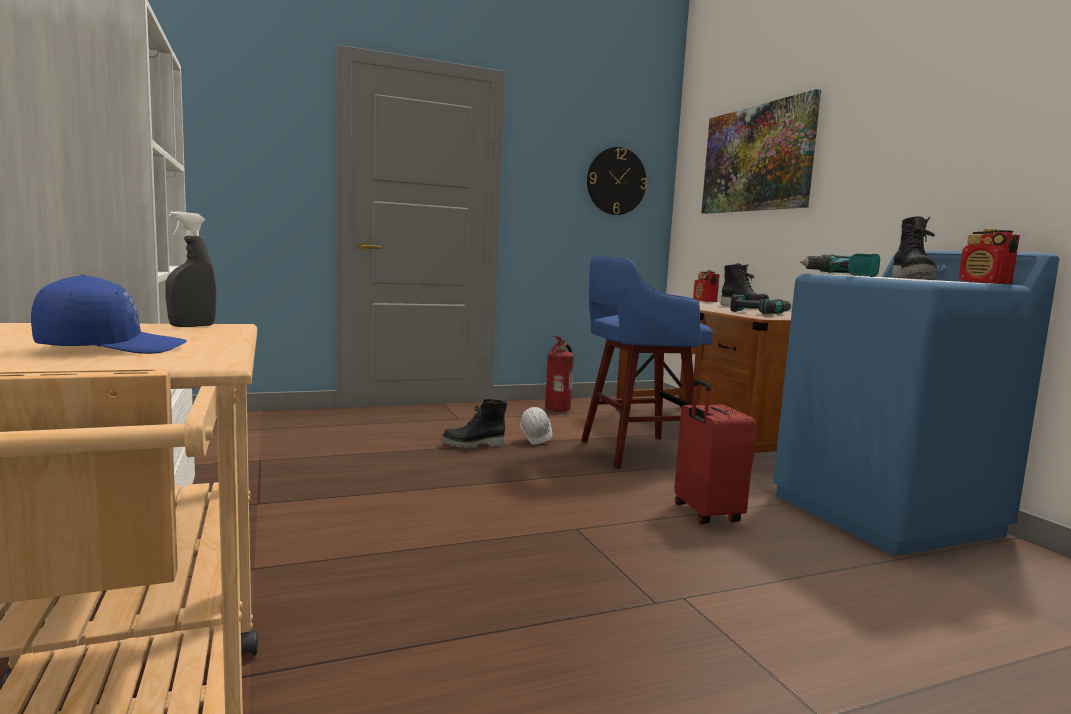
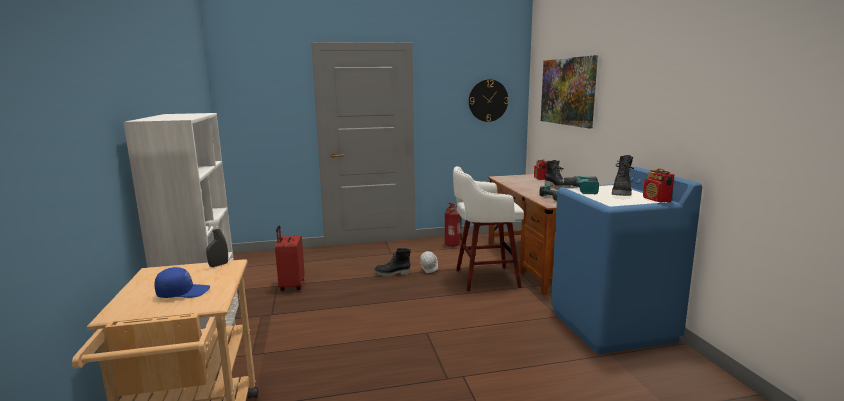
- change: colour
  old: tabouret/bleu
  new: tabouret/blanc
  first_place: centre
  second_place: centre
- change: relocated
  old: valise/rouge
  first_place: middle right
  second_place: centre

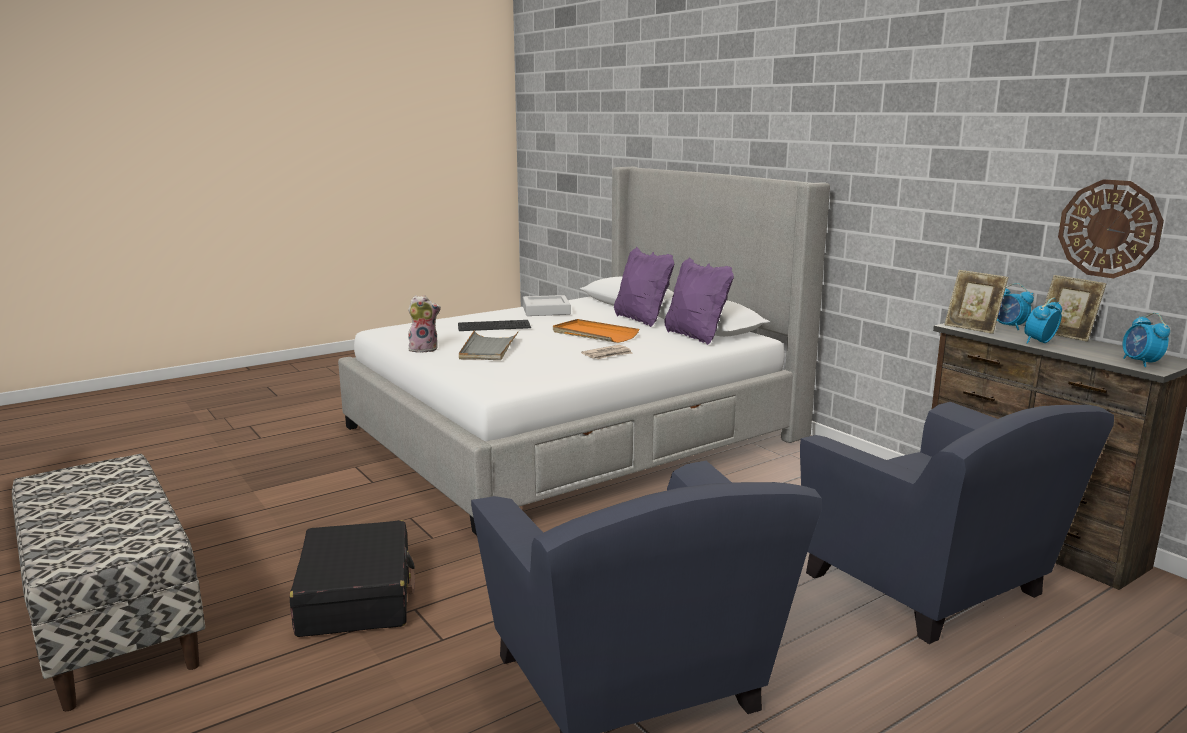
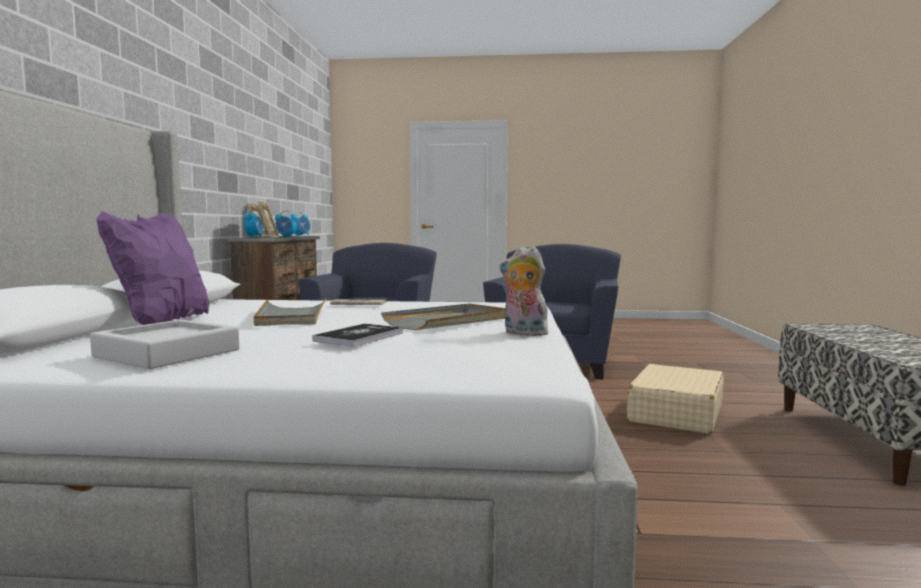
- change: colour
  old: valise/noir
  new: valise/beige
  first_place: bottom left
  second_place: bottom right
- change: exchanged
  old: clavier
  new: livre
  first_place: centre
  second_place: centre
- change: colour
  old: plateau/orange
  new: plateau/gris (no. 2 from left)
  first_place: centre
  second_place: middle left
- change: missing
  old: coussin/violet (no. 2 from left)
  first_place: centre
- change: missing
  old: horloge murale
  first_place: top right

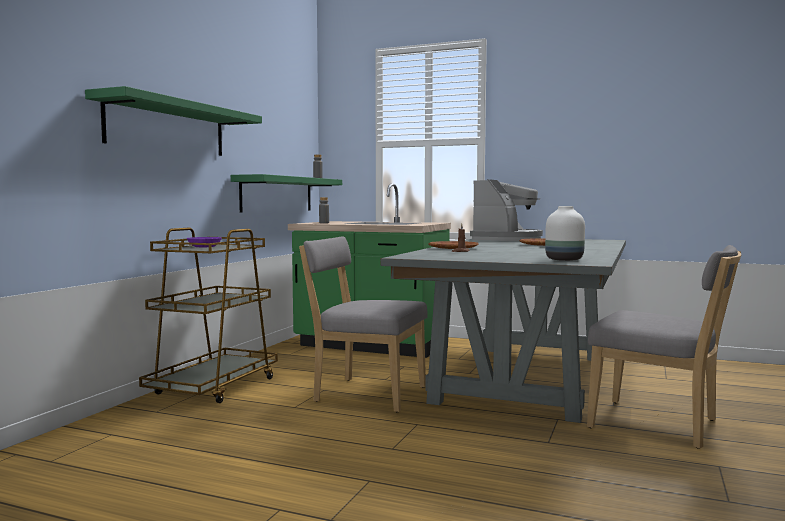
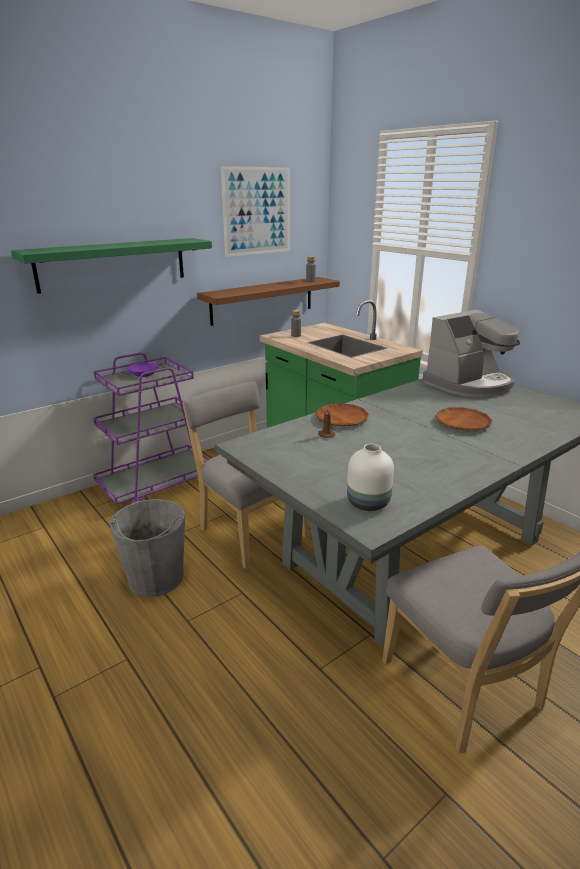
- change: colour
  old: chariot/marron
  new: chariot/violet
  first_place: middle left
  second_place: middle left
- change: colour
  old: étagère/vert (no. 2 from left)
  new: étagère/marron
  first_place: centre
  second_place: centre
- change: appeared
  new: seau/gris
  second_place: middle left
- change: appeared
  new: tableau
  second_place: top centre

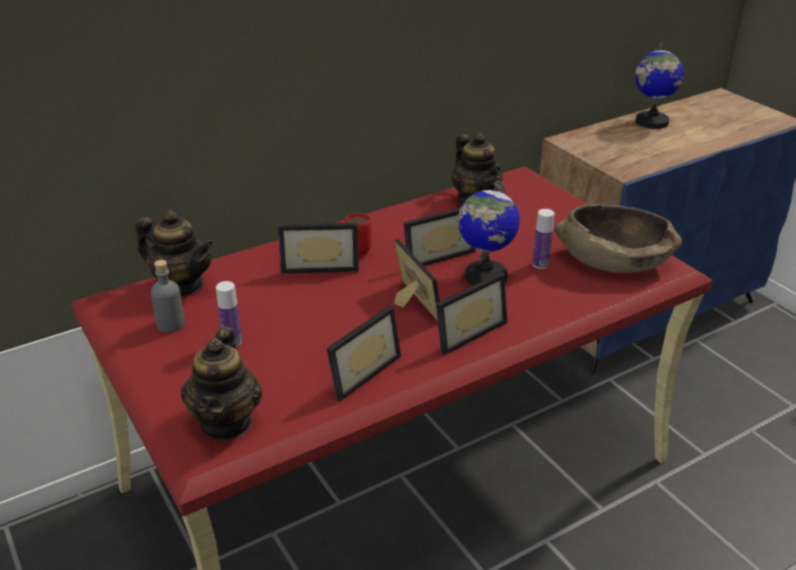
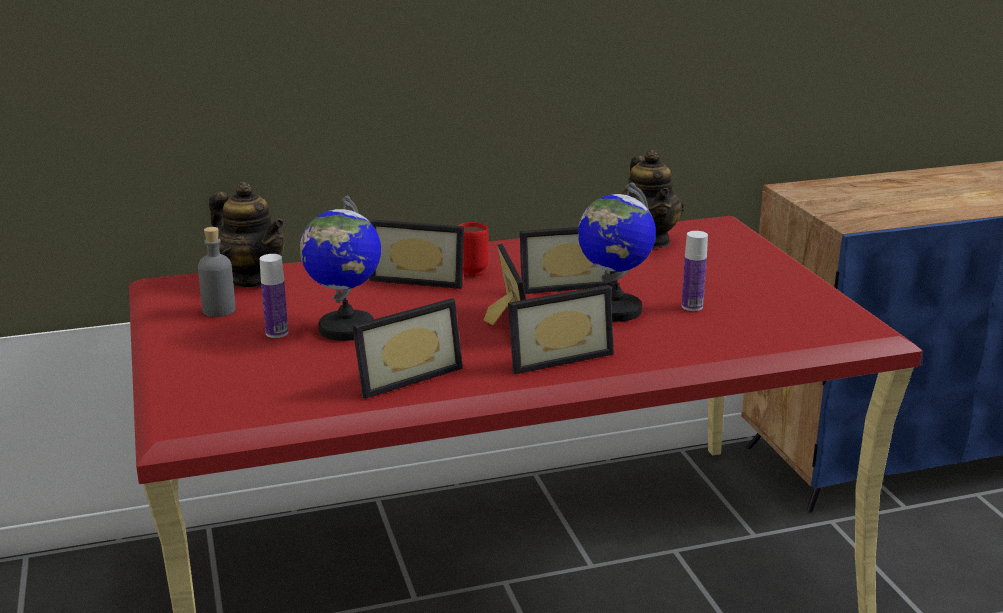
- change: missing
  old: théière (no. 2 from left)
  first_place: bottom left
- change: missing
  old: bol/marron
  first_place: middle right
- change: relocated
  old: globe (no. 2 from left in the first image)
  new: globe (no. 1 from left)
  first_place: top right
  second_place: centre

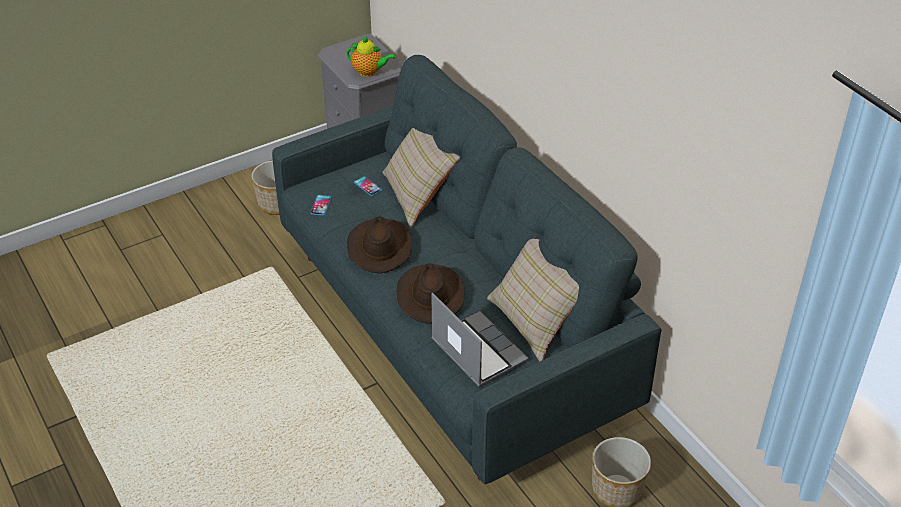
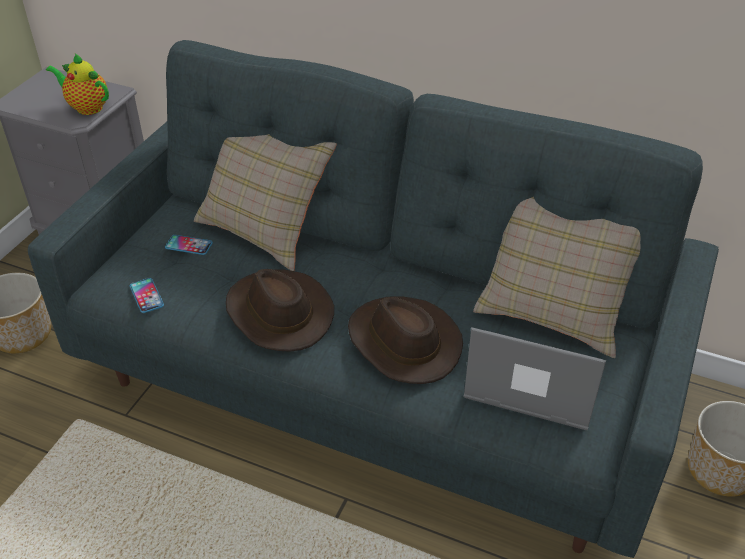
- change: spun
  old: théière
  first_place: top centre
  second_place: top left
  degrees: -135

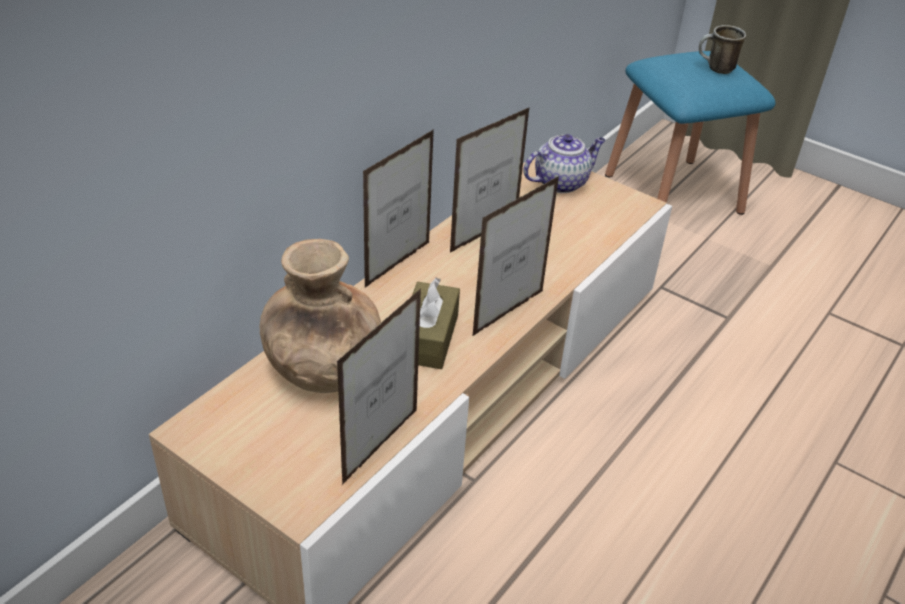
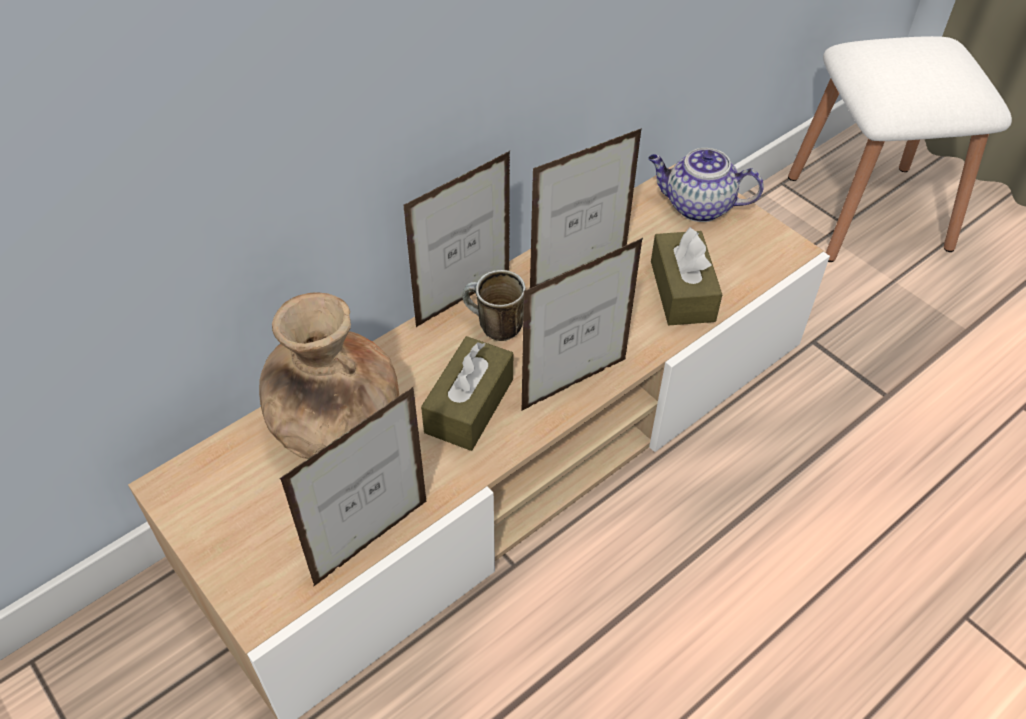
- change: spun
  old: théière
  first_place: top centre
  second_place: top right
  degrees: -150
- change: colour
  old: tabouret/bleu
  new: tabouret/blanc
  first_place: top right
  second_place: top right
- change: relocated
  old: mug
  first_place: top right
  second_place: centre
- change: appeared
  new: boîte à mouchoirs/marron (no. 2 from left)
  second_place: middle right

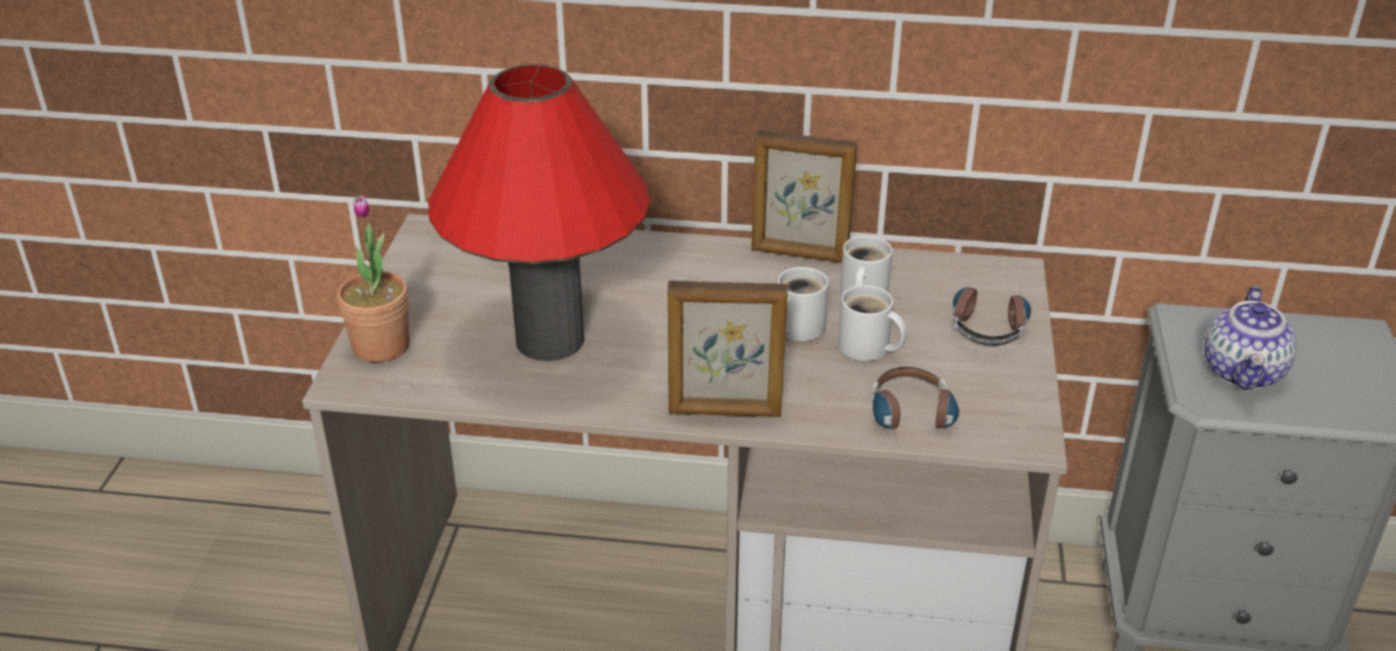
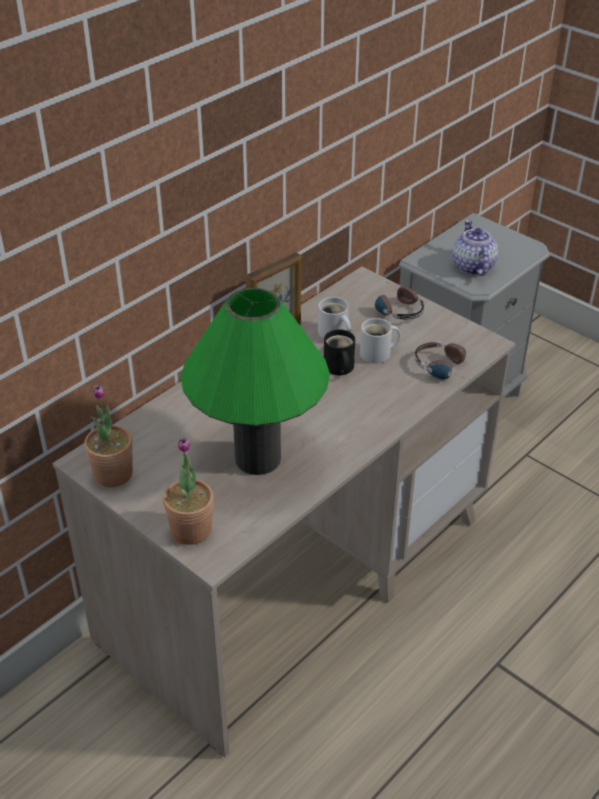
- change: colour
  old: lampe de table/rouge
  new: lampe de table/vert
  first_place: top centre
  second_place: centre
- change: missing
  old: cadre photo (no. 1 from left)
  first_place: centre
- change: colour
  old: mug/blanc (no. 1 from left)
  new: mug/noir
  first_place: centre
  second_place: centre
- change: spun
  old: théière
  first_place: middle right
  second_place: top right
  degrees: -150
- change: appeared
  new: plante en pot (no. 1 from left)
  second_place: middle left

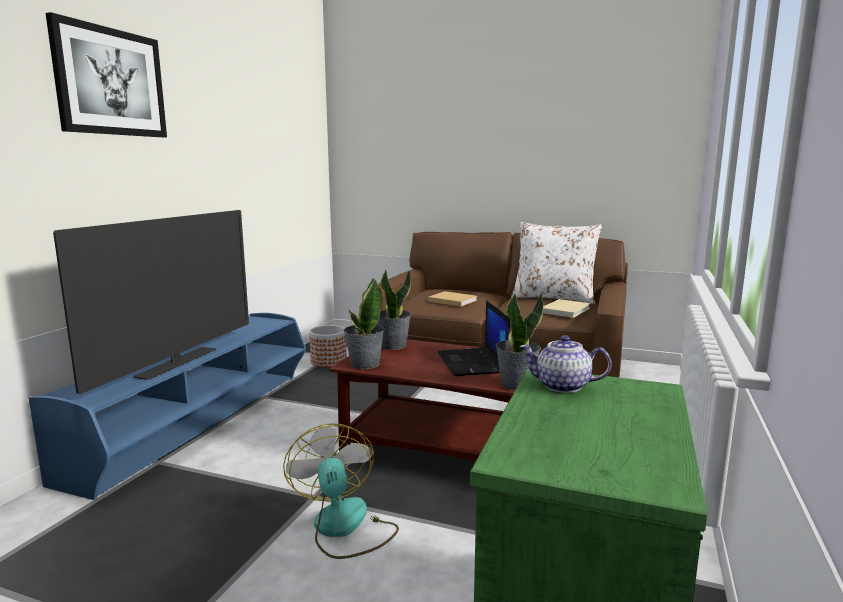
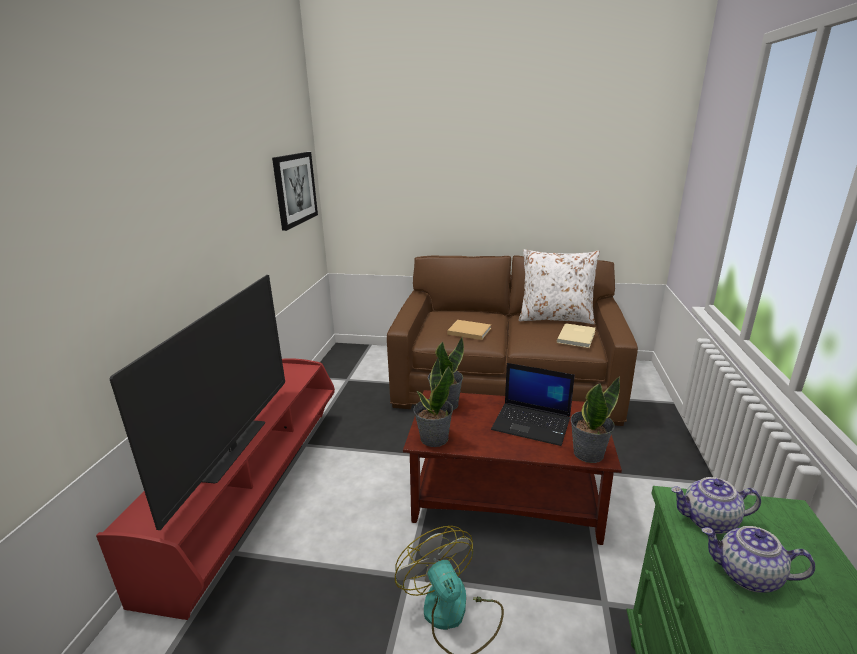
- change: colour
  old: meuble télé/bleu
  new: meuble télé/rouge
  first_place: bottom left
  second_place: bottom left
- change: relocated
  old: tableau
  first_place: top left
  second_place: top centre
- change: missing
  old: cache-pot
  first_place: centre
- change: spun
  old: ordinateur portable
  first_place: centre
  second_place: centre
  degrees: -45
- change: appeared
  new: théière (no. 2 from left)
  second_place: bottom right

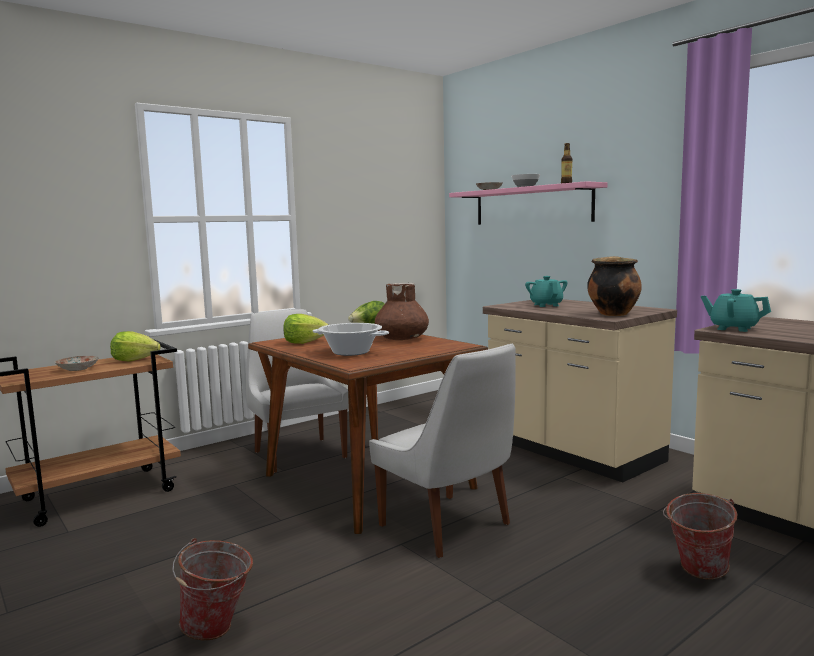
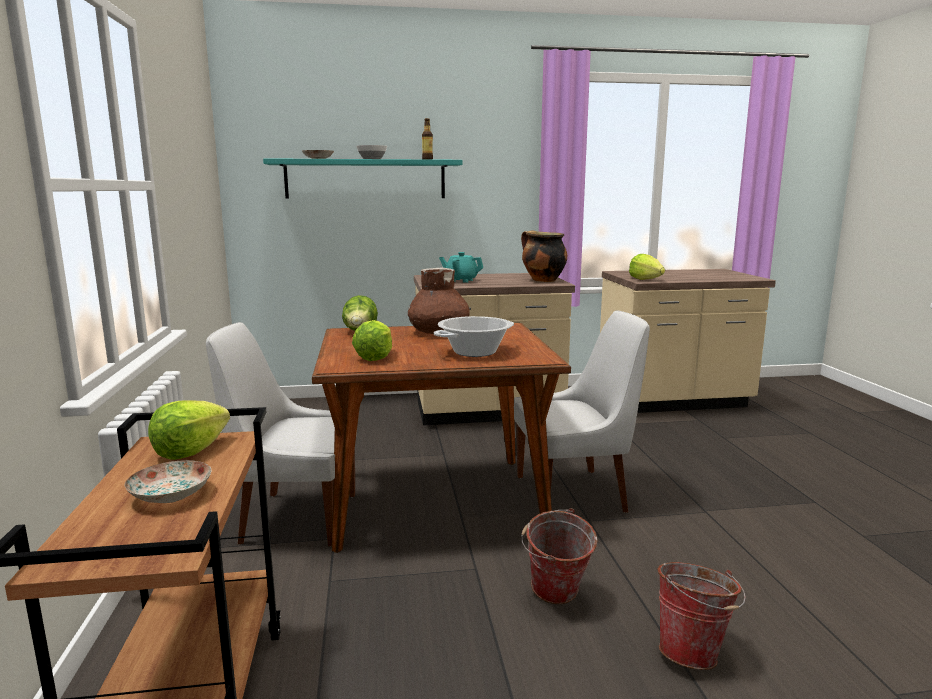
- change: colour
  old: étagère/rose
  new: étagère/turquoise
  first_place: top centre
  second_place: top centre
- change: relocated
  old: seau (no. 2 from left in the first image)
  new: seau (no. 1 from left)
  first_place: bottom right
  second_place: bottom centre
- change: exchanged
  old: théière/turquoise (no. 2 from left)
  new: laitue (no. 4 from left)
  first_place: middle right
  second_place: middle right

